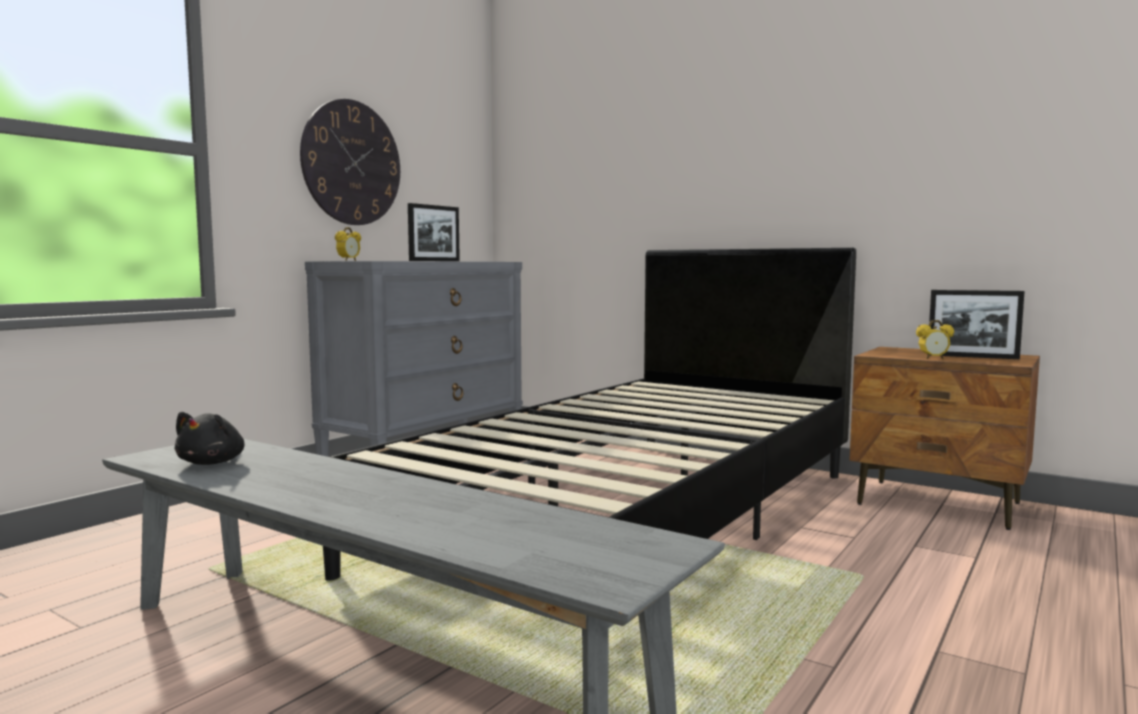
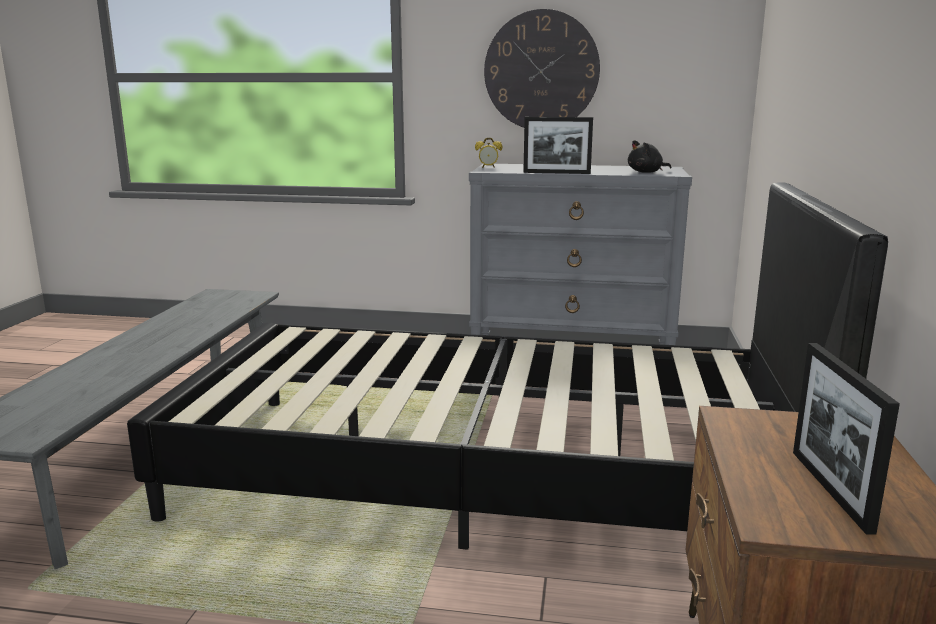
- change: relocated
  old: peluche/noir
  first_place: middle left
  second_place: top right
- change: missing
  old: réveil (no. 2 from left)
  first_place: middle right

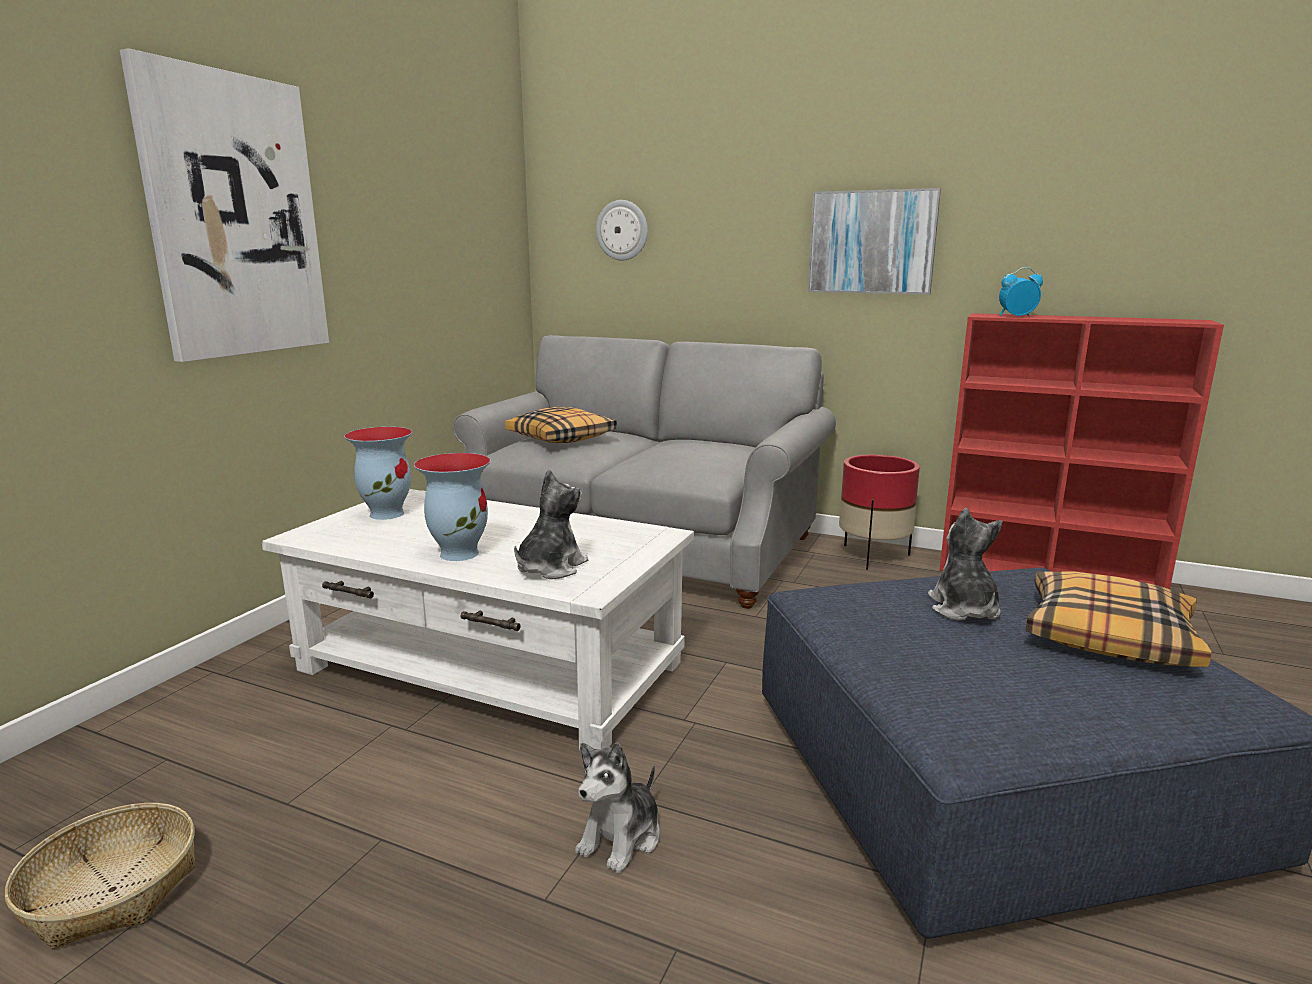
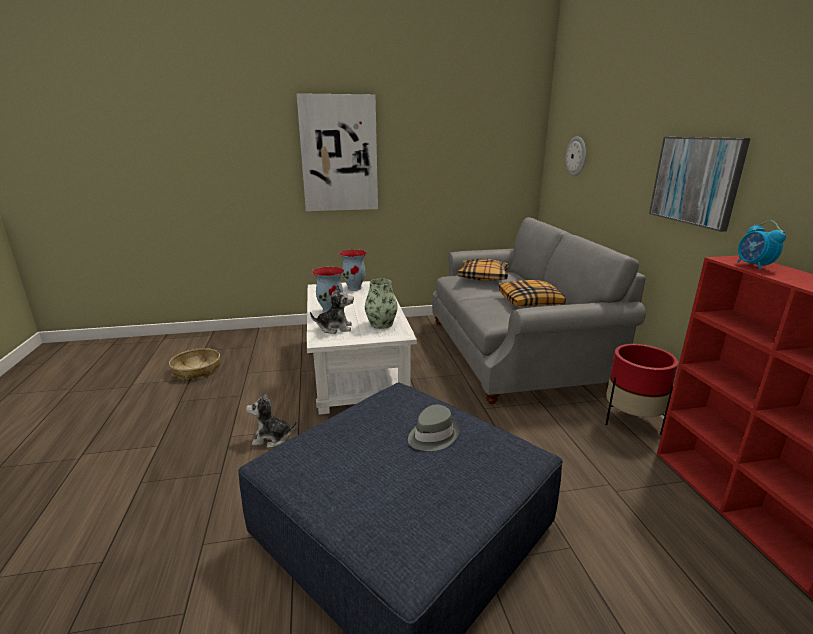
- change: exchanged
  old: peluche (no. 3 from left)
  new: chapeau/gris
  first_place: middle right
  second_place: bottom centre
- change: spun
  old: réveil
  first_place: top right
  second_place: middle right
  degrees: -150
- change: relocated
  old: coussin (no. 2 from left)
  first_place: middle right
  second_place: centre
- change: appeared
  new: vase (no. 3 from left)
  second_place: centre

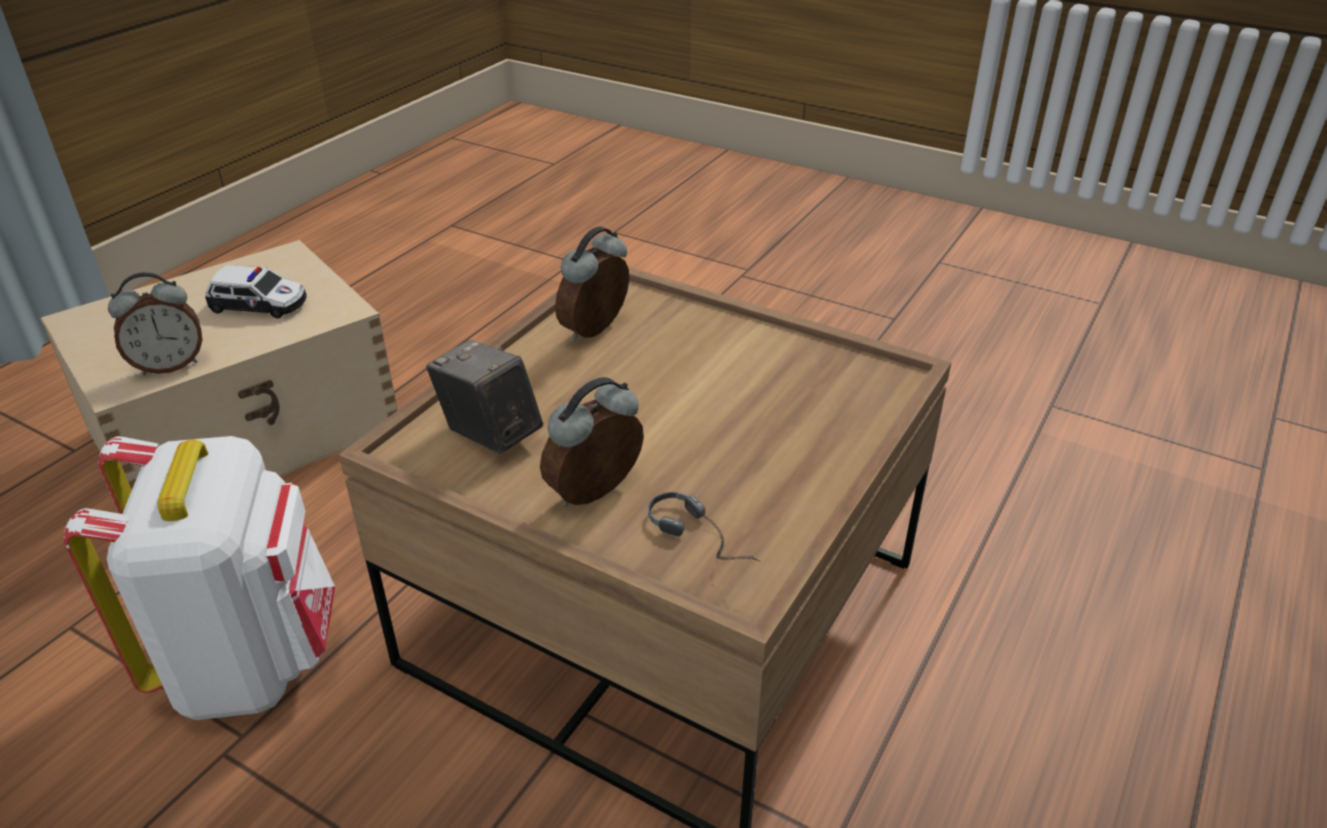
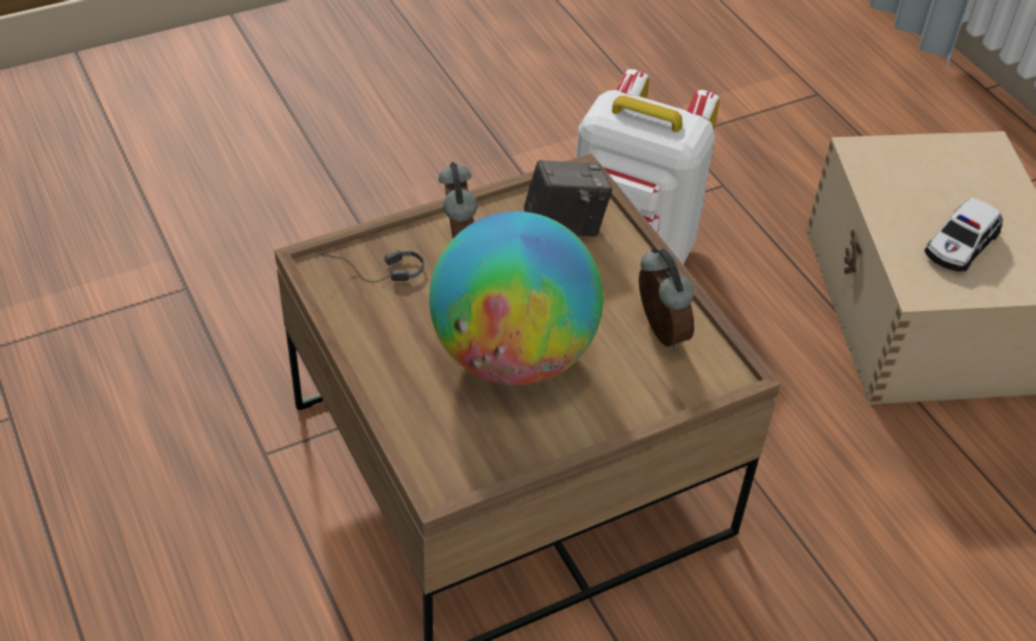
- change: missing
  old: réveil (no. 1 from left)
  first_place: middle left
- change: appeared
  new: globe
  second_place: centre

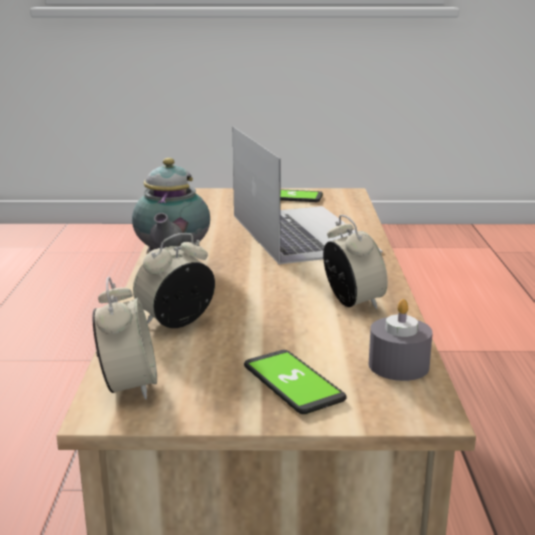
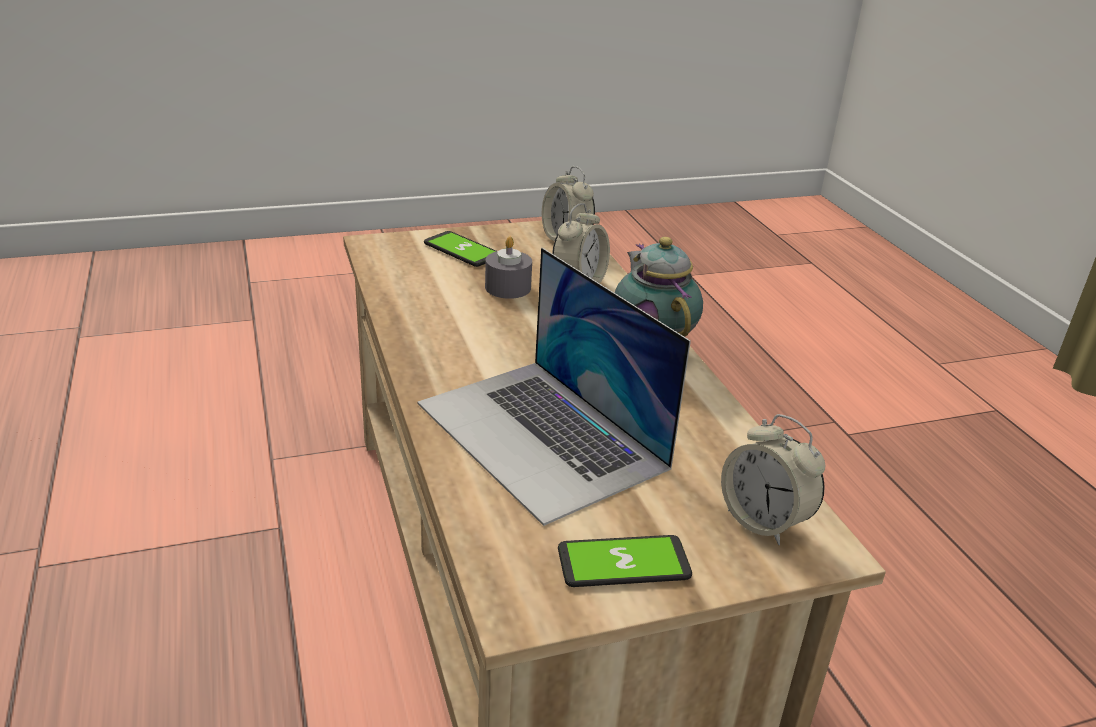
- change: relocated
  old: réveil (no. 3 from left)
  first_place: centre
  second_place: middle right
- change: relocated
  old: bougie/gris
  first_place: middle right
  second_place: centre

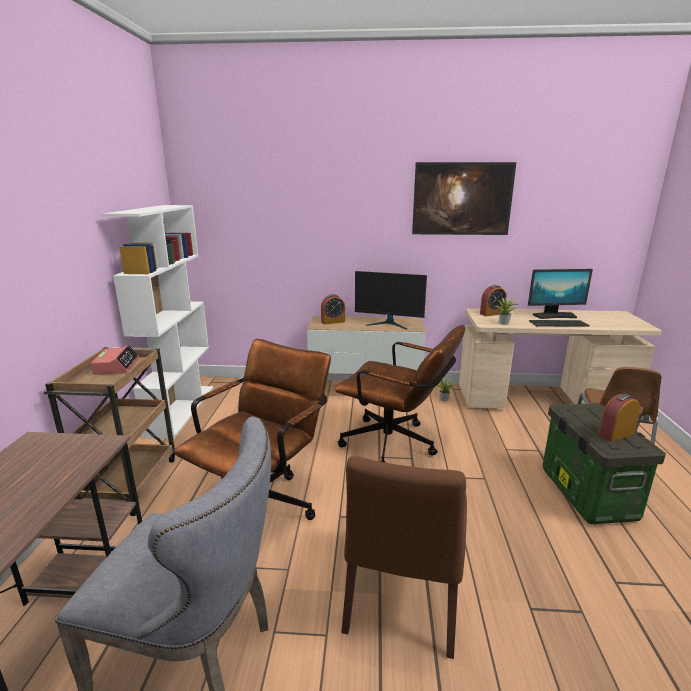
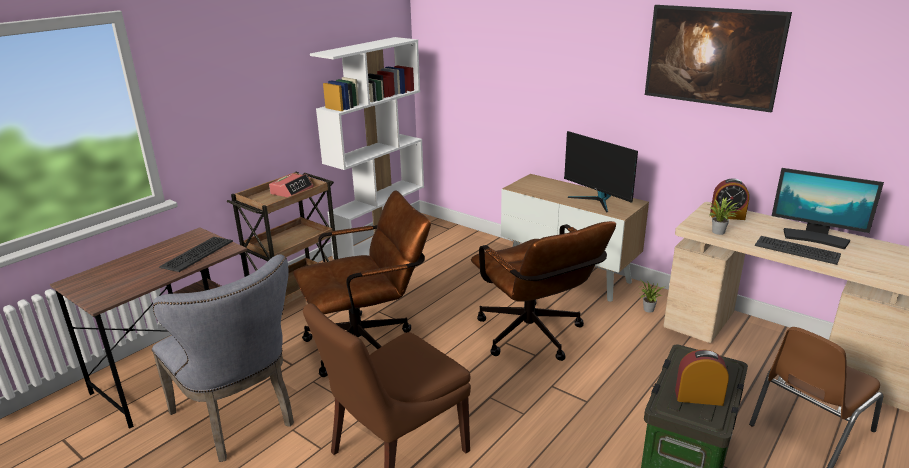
- change: missing
  old: réveil (no. 2 from left)
  first_place: centre
- change: appeared
  new: clavier (no. 1 from left)
  second_place: middle left

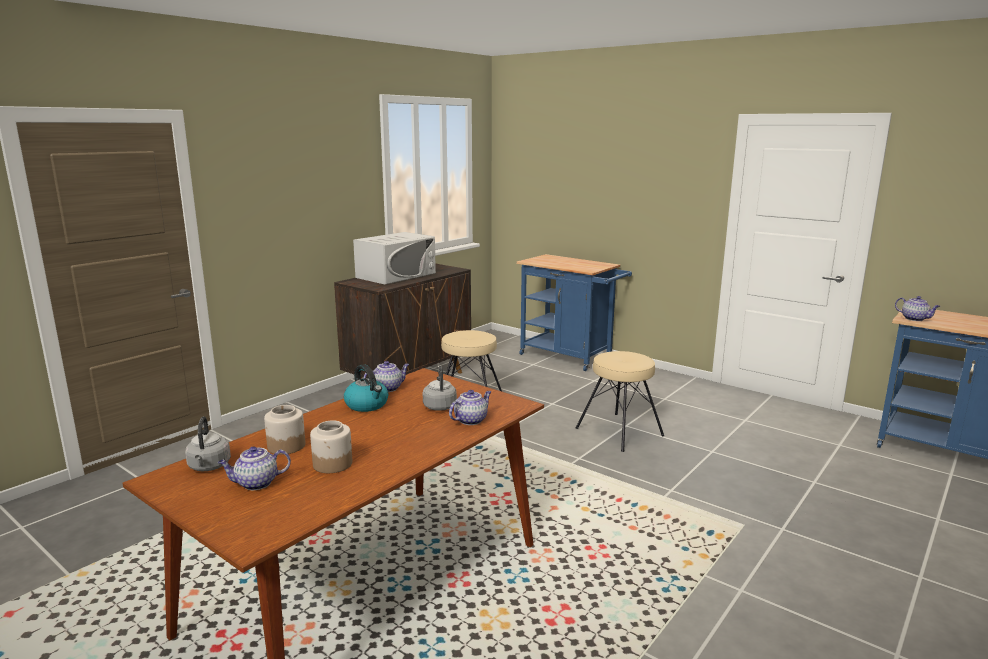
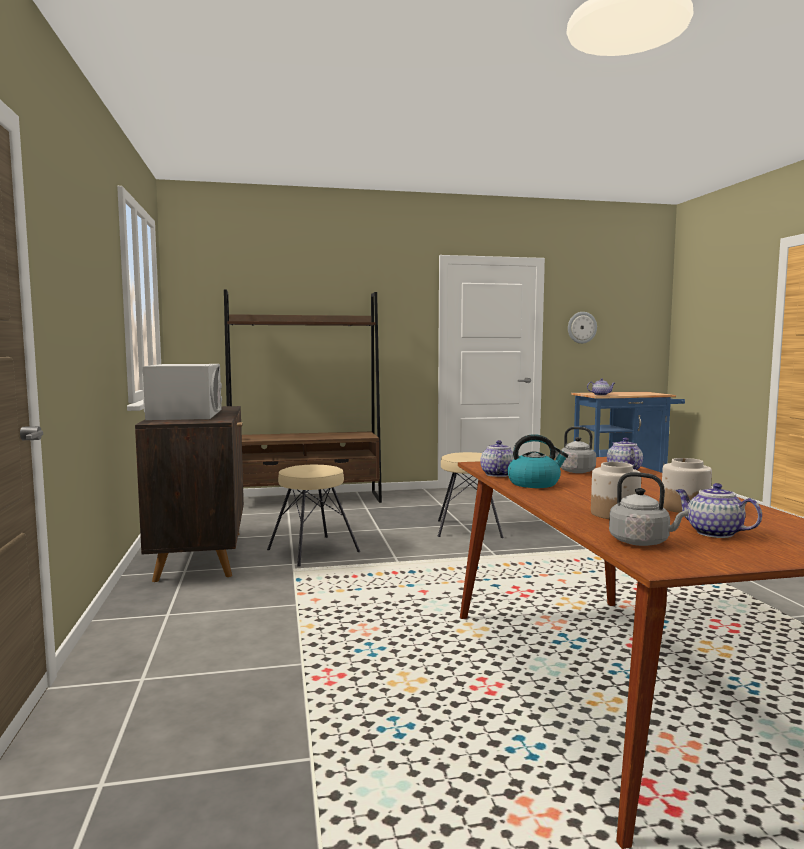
- change: spun
  old: théière (no. 1 from left in the first image)
  first_place: bottom left
  second_place: middle right
  degrees: 120
- change: exchanged
  old: chariot/bleu (no. 1 from left)
  new: bibliothèque/marron
  first_place: centre
  second_place: centre
- change: appeared
  new: horloge murale
  second_place: middle right

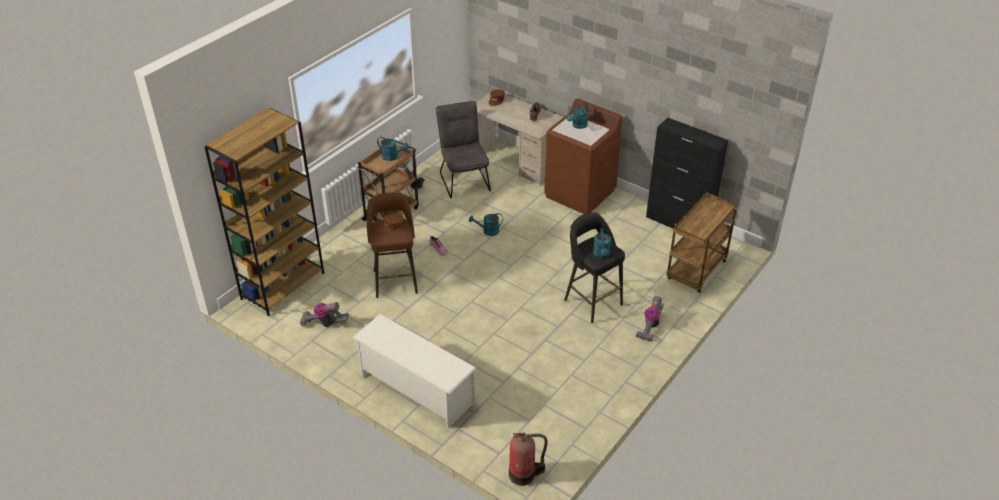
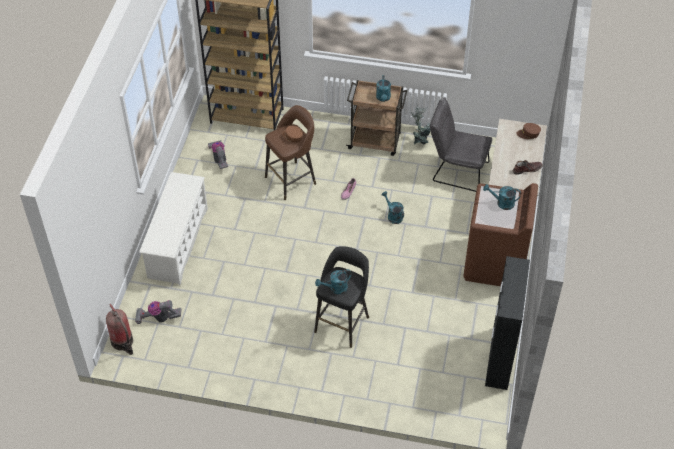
- change: spun
  old: chaise/gris
  first_place: top centre
  second_place: top right
  degrees: -120
- change: relocated
  old: aspirateur (no. 2 from left in the first image)
  new: aspirateur (no. 1 from left)
  first_place: centre
  second_place: bottom left
- change: missing
  old: chariot/marron (no. 2 from left)
  first_place: middle right

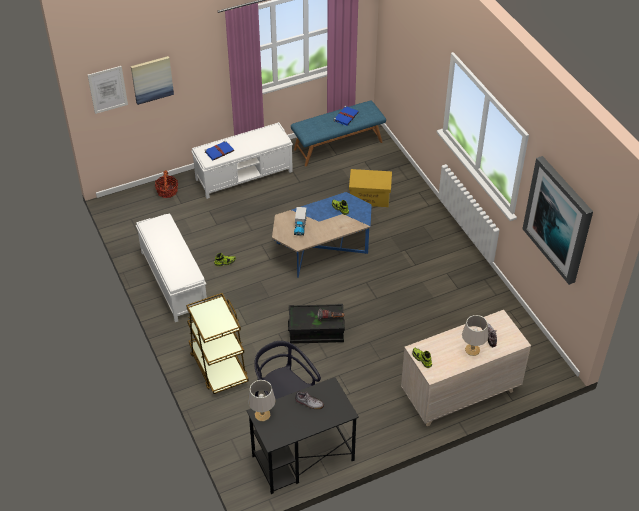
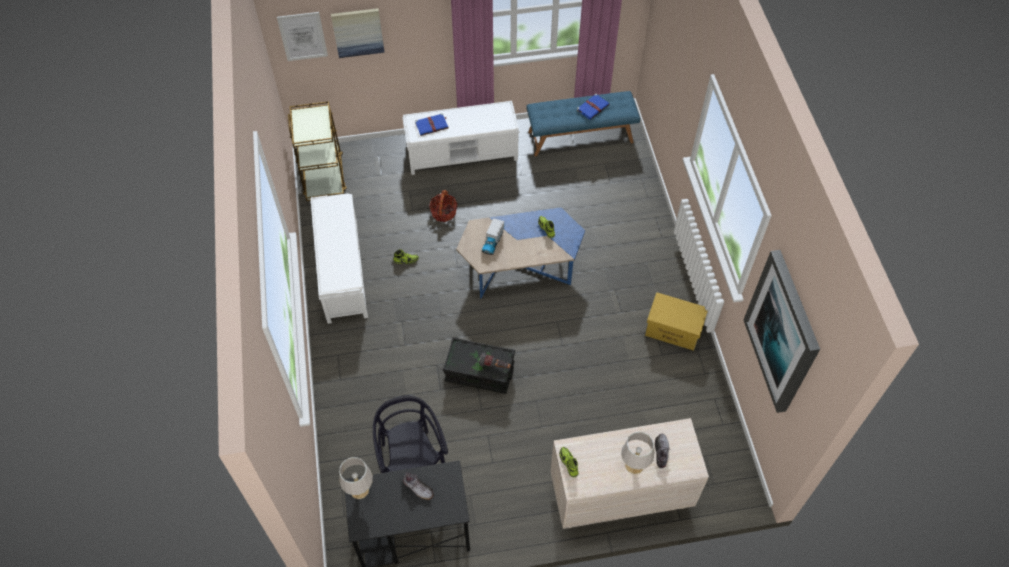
- change: relocated
  old: panier
  first_place: middle left
  second_place: centre
- change: relocated
  old: chariot/marron
  first_place: bottom centre
  second_place: top left
- change: relocated
  old: boîte de rangement/jaune
  first_place: centre
  second_place: middle right

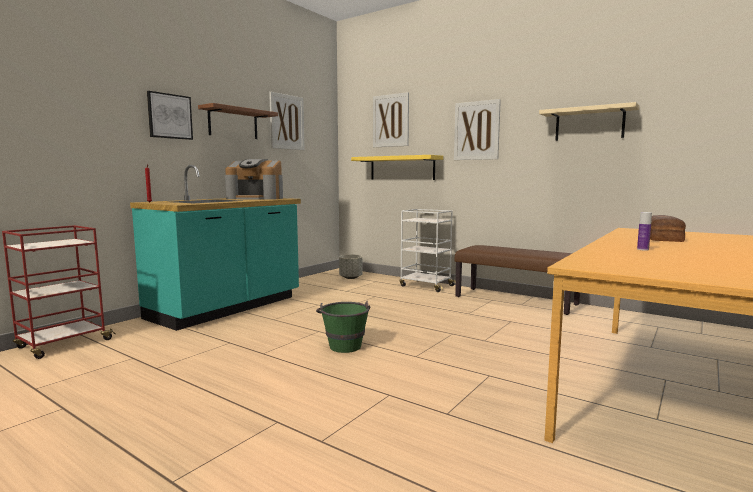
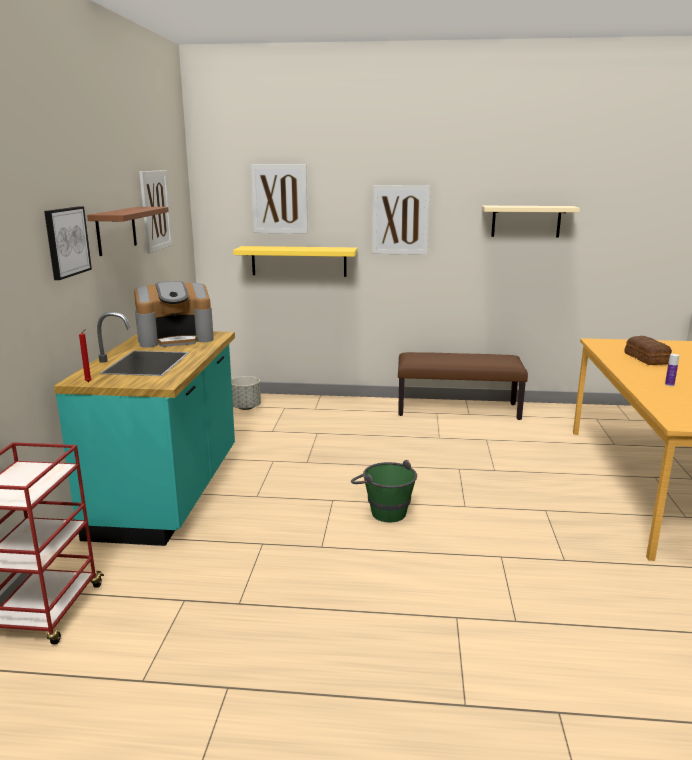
- change: missing
  old: chariot/blanc
  first_place: centre

